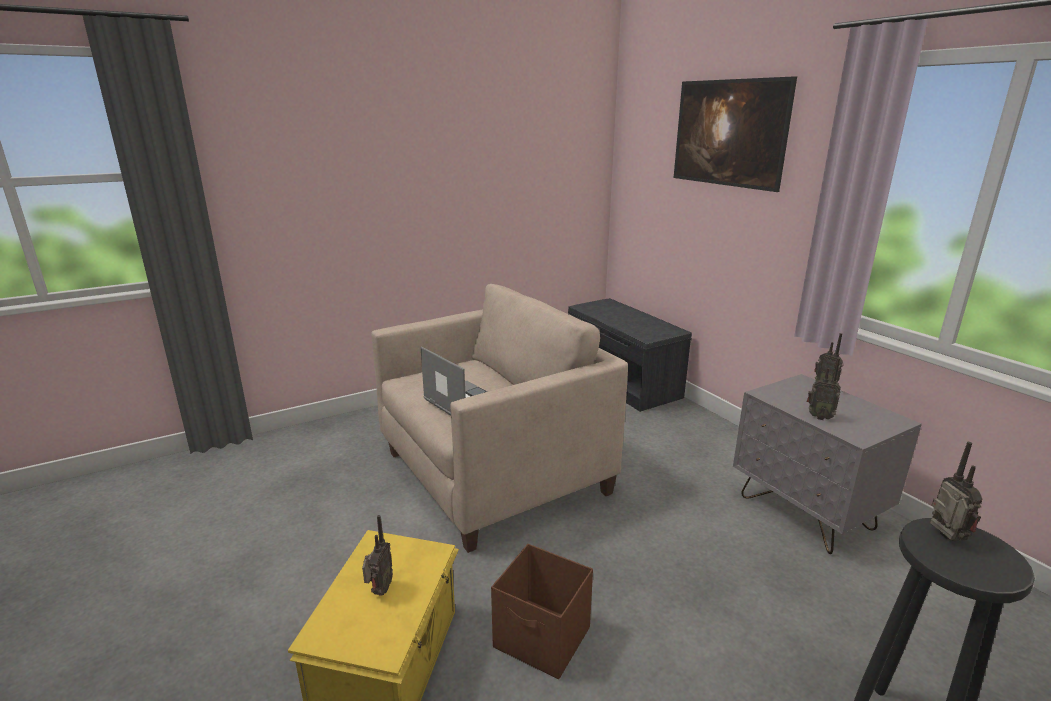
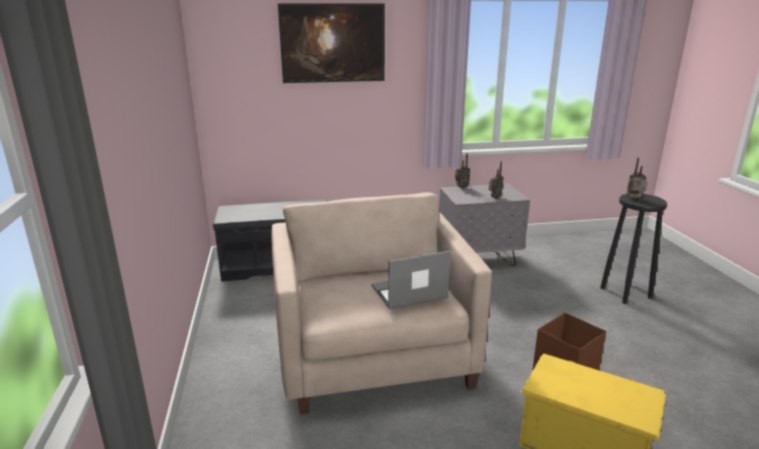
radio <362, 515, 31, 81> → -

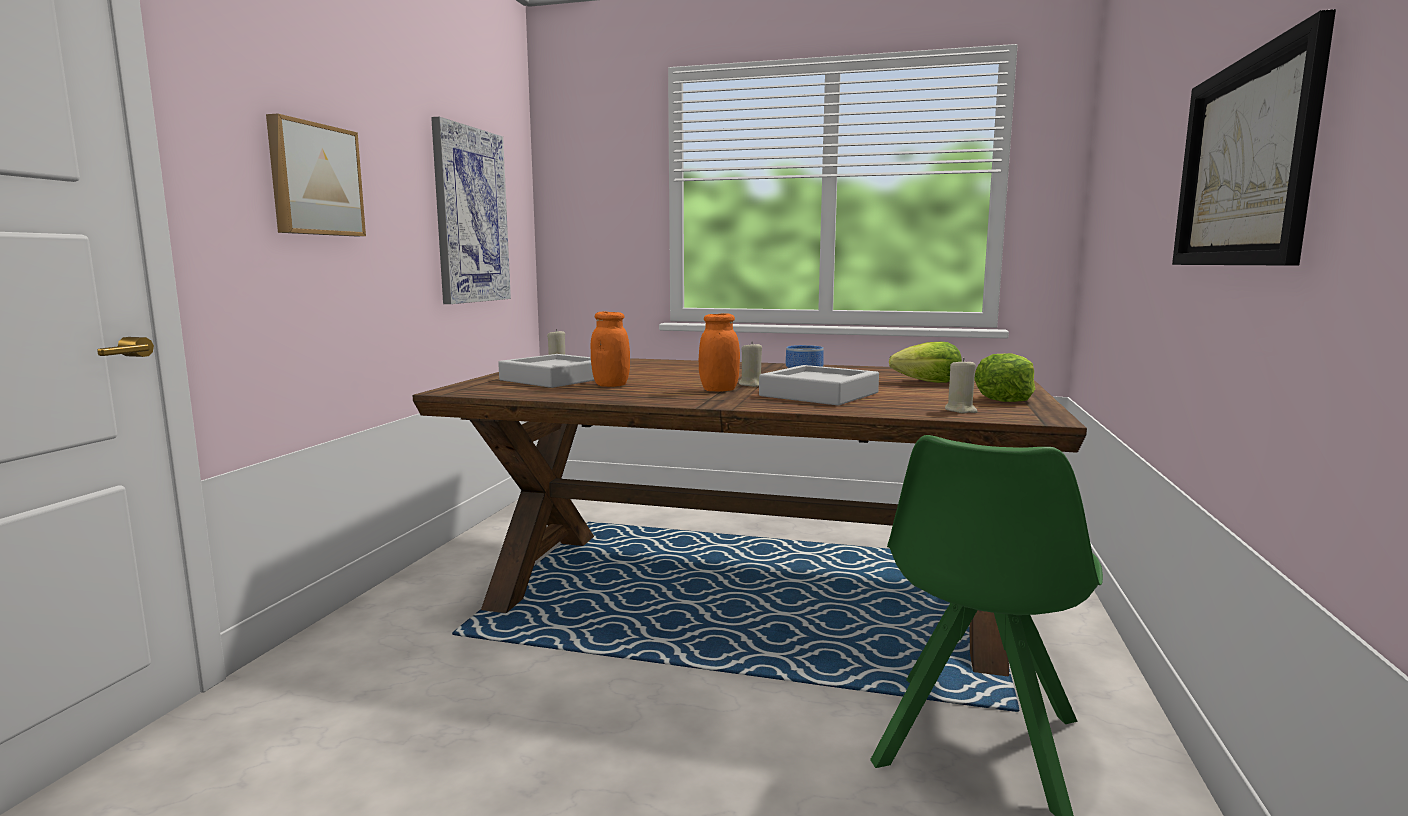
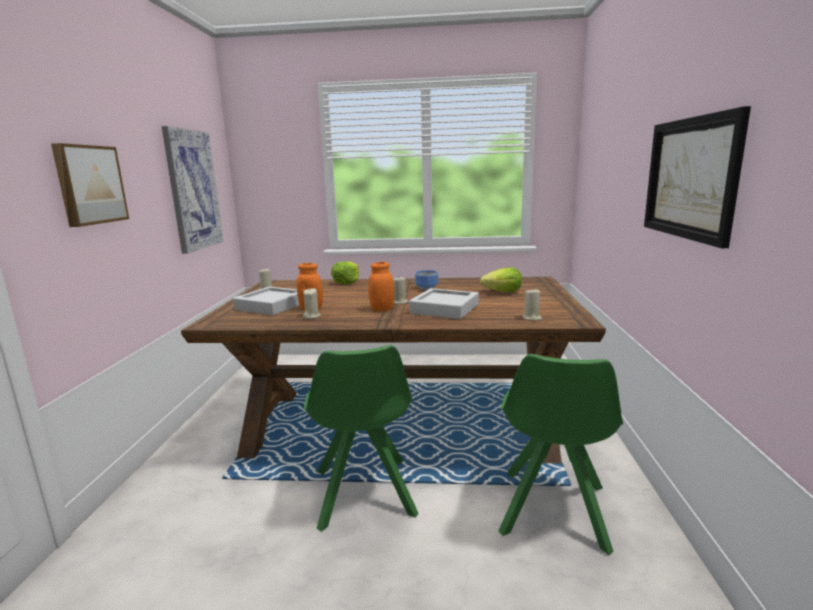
laitue <974, 353, 61, 49> → laitue <331, 261, 28, 23>, moved
- → bougie (beige) <303, 288, 17, 31>
- → chaise (vert) <304, 345, 114, 187>

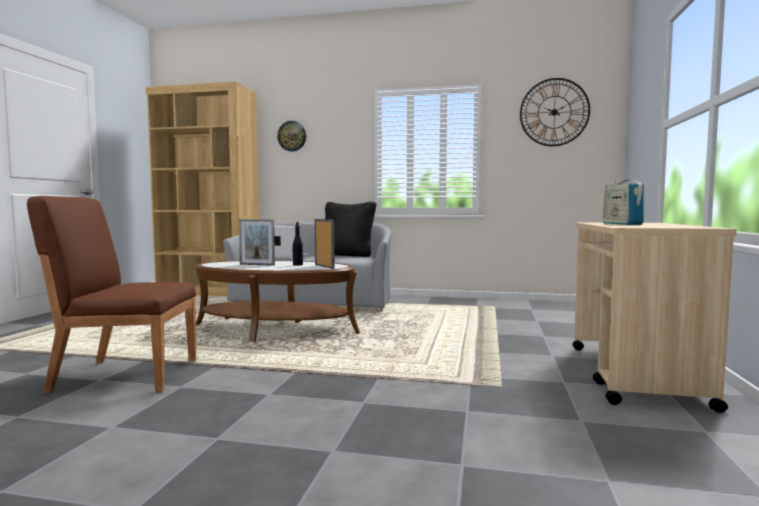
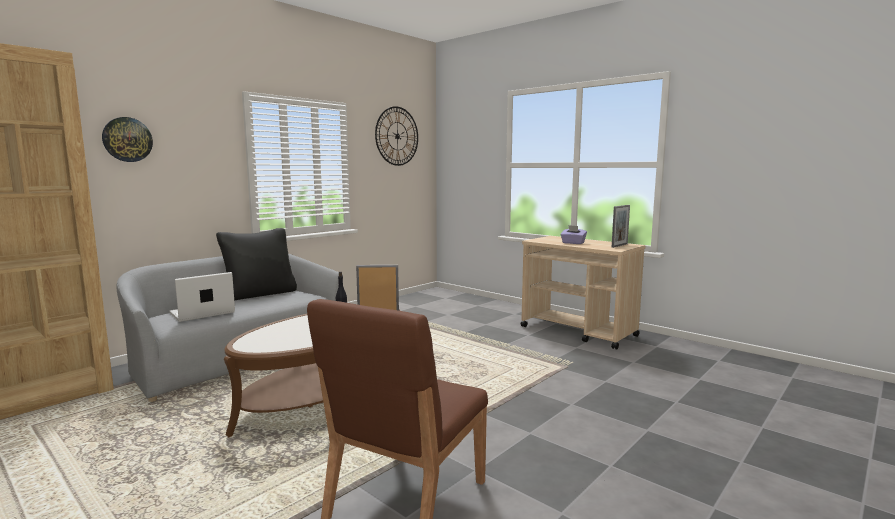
cadre photo <239, 219, 36, 47> → cadre photo <612, 205, 18, 43>, moved
radio <602, 176, 42, 49> → boîte à mouchoirs (violet) <560, 225, 27, 19>

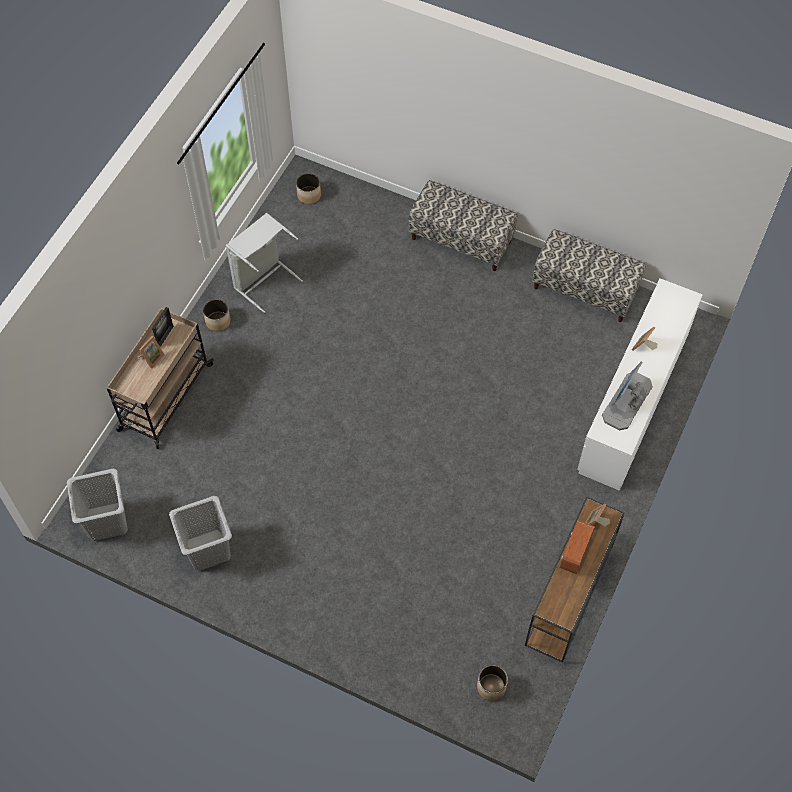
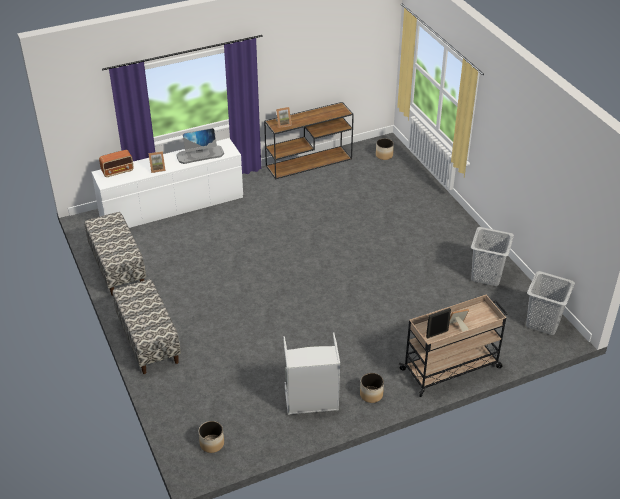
radio <560, 520, 35, 54> → radio <99, 150, 35, 27>, moved

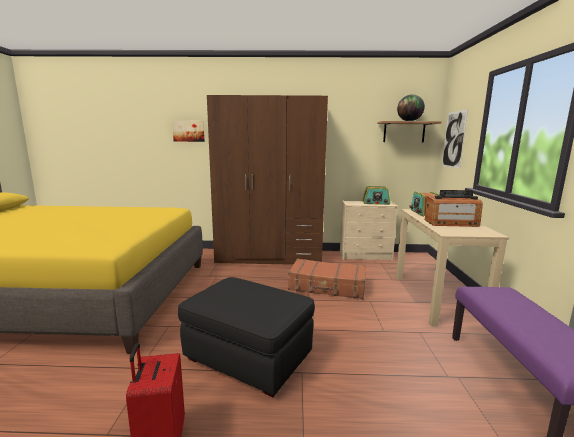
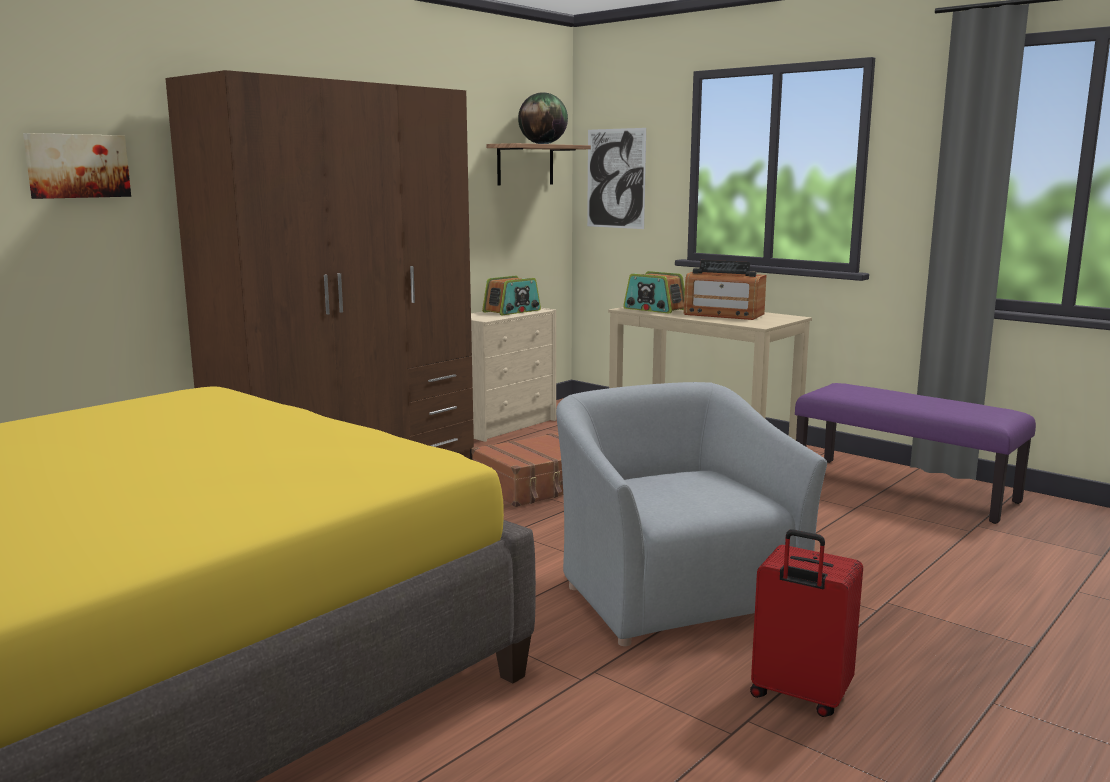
pouf (noir) <178, 277, 137, 120> → fauteuil (gris) <556, 382, 271, 264>
radio <425, 190, 58, 37> → radio <683, 260, 83, 60>, 75 degrees clockwise

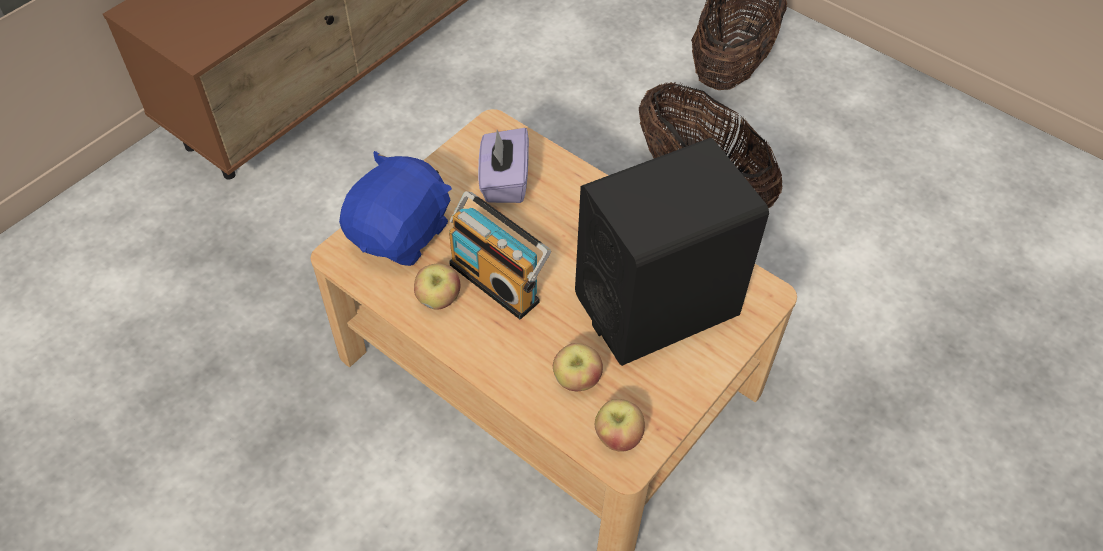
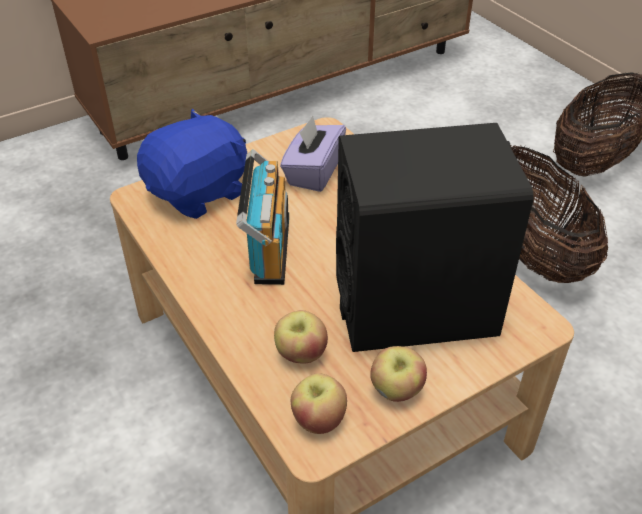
pomme <414, 263, 46, 47> → pomme <370, 346, 57, 56>, moved
radio <449, 191, 102, 128> → radio <236, 149, 53, 136>, 150 degrees counterclockwise

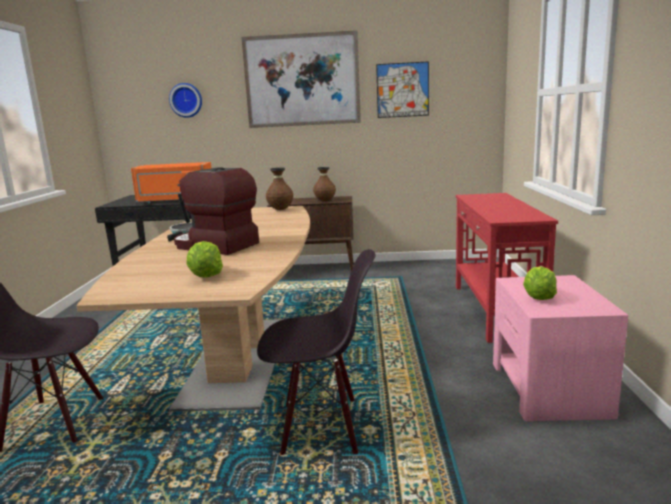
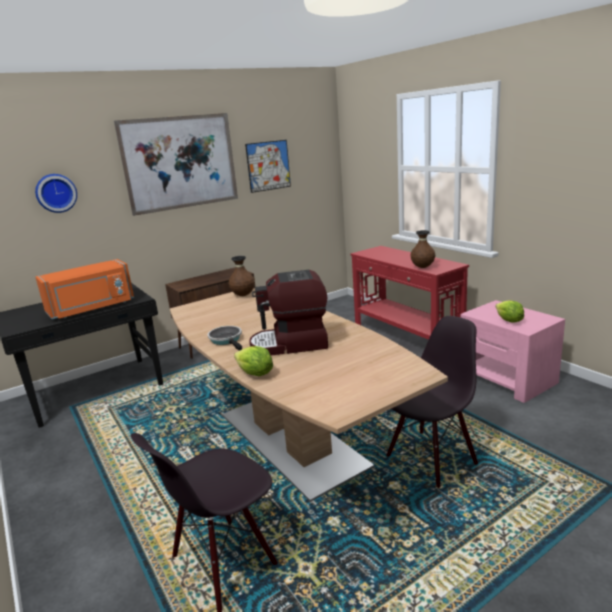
laitue <186, 241, 37, 37> → laitue <234, 346, 39, 30>, moved
vase (marron) <313, 167, 23, 35> → vase (marron) <410, 230, 25, 38>, moved

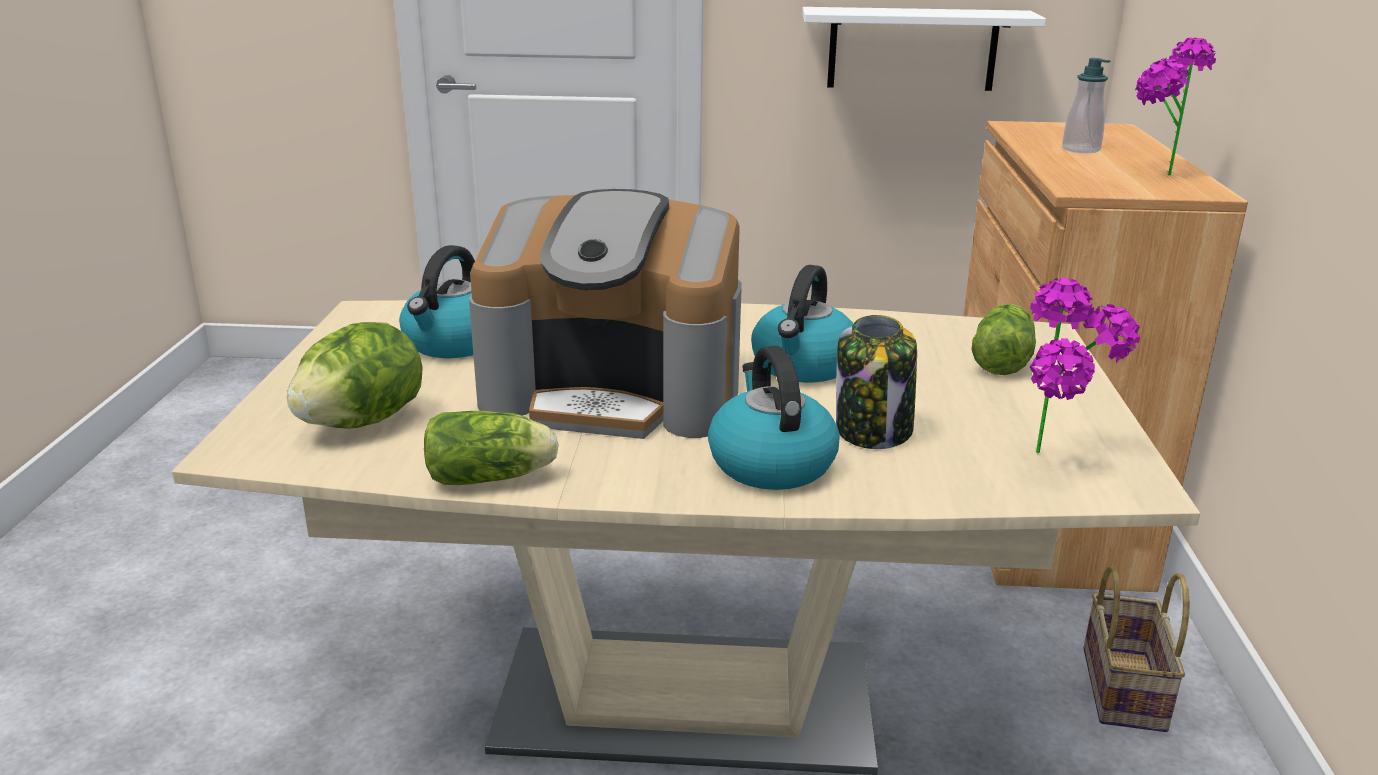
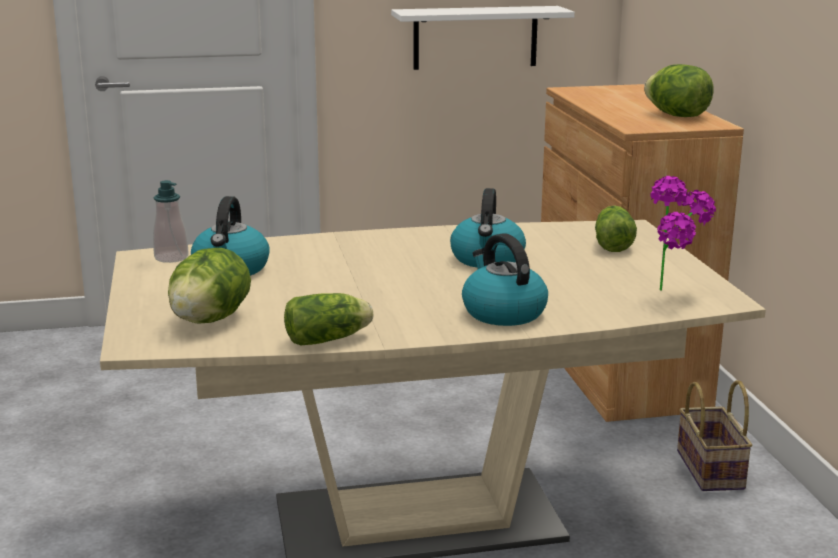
machine à café <469, 189, 273, 250> → -
bocal <836, 315, 81, 134> → -
distributeur de savon <1062, 58, 49, 95> → distributeur de savon <153, 180, 36, 83>, moved
plante en pot <1135, 38, 81, 137> → laitue <644, 64, 70, 53>

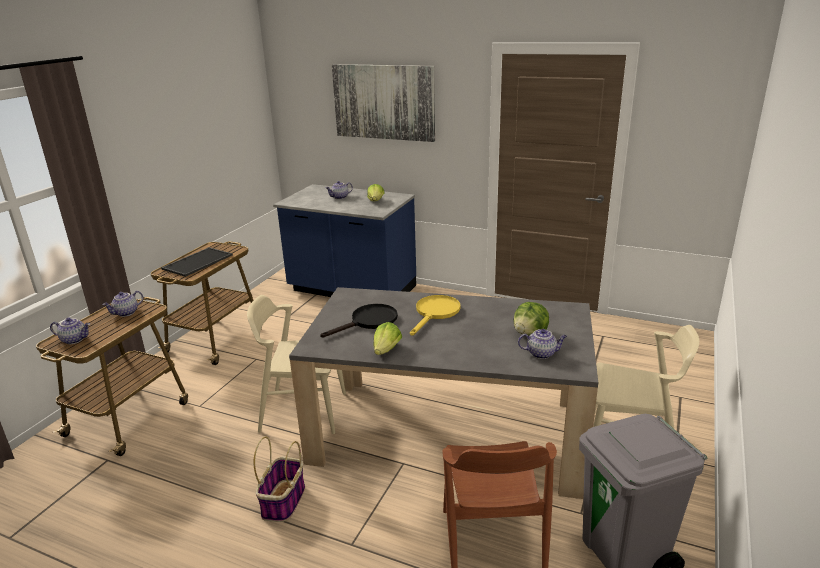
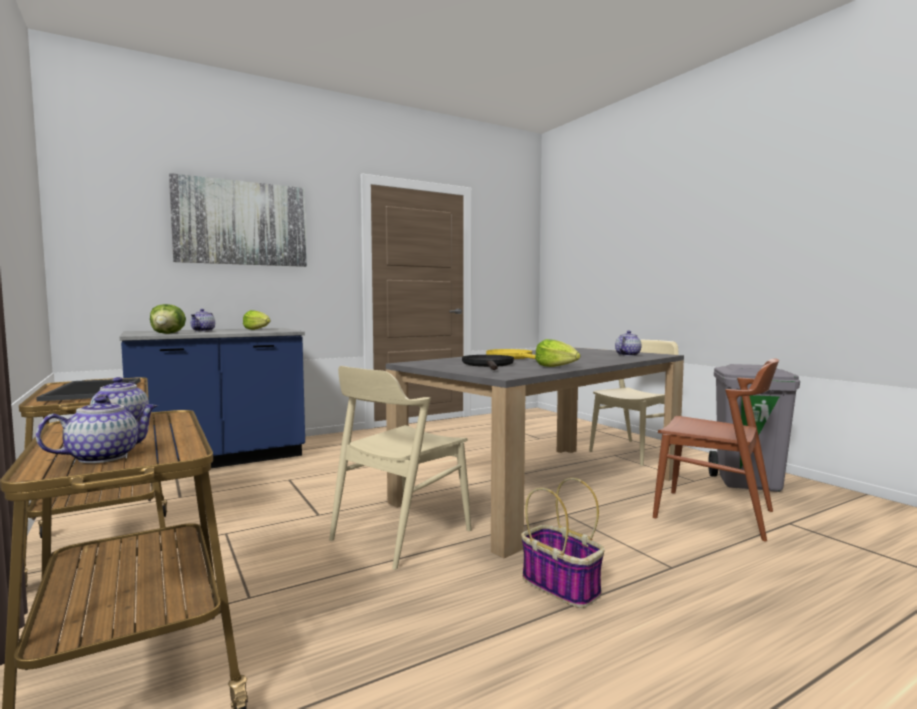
laitue <514, 302, 35, 34> → laitue <150, 304, 36, 30>, moved

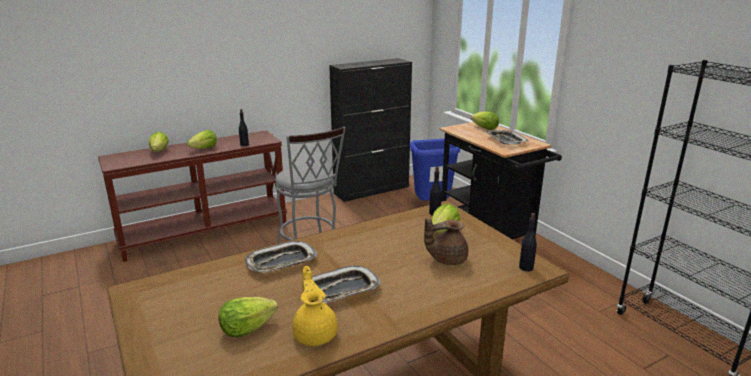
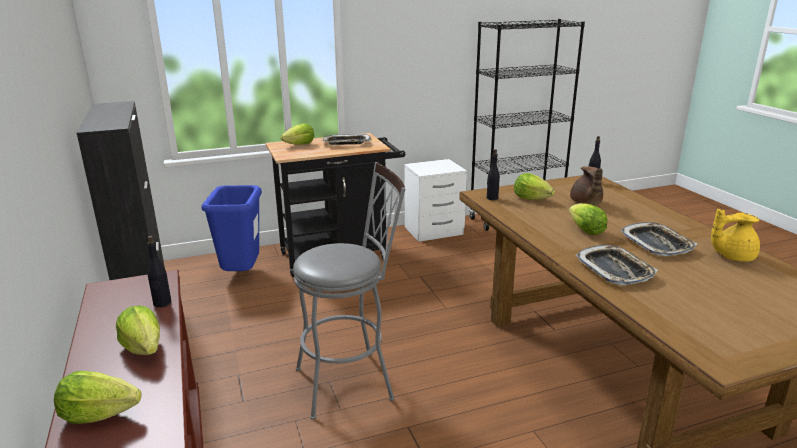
laitue <218, 297, 60, 41> → laitue <569, 203, 39, 32>, moved
- → table de chevet (blanc) <404, 159, 63, 83>

